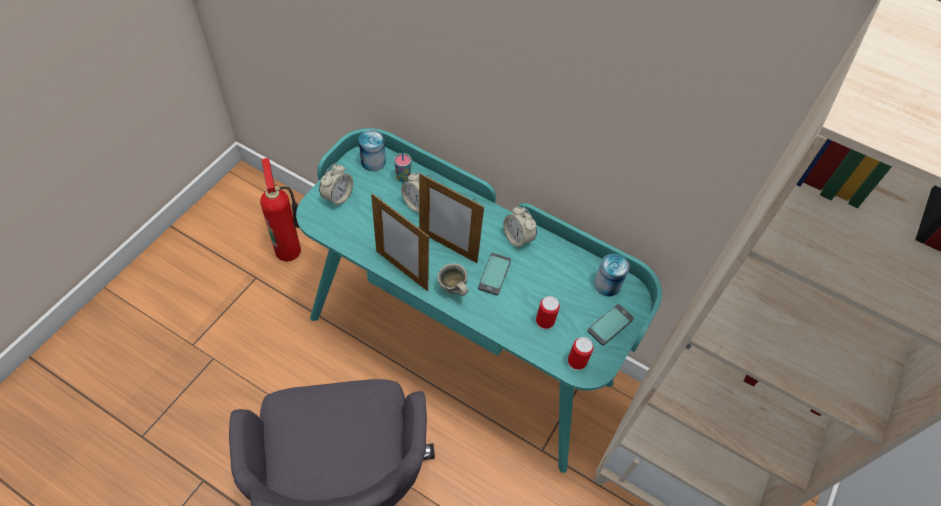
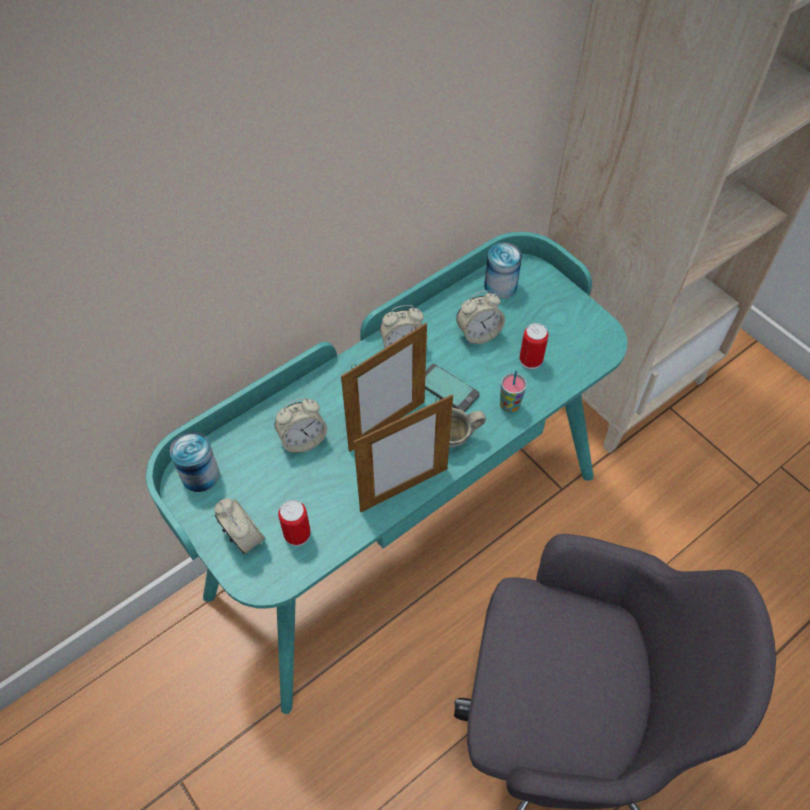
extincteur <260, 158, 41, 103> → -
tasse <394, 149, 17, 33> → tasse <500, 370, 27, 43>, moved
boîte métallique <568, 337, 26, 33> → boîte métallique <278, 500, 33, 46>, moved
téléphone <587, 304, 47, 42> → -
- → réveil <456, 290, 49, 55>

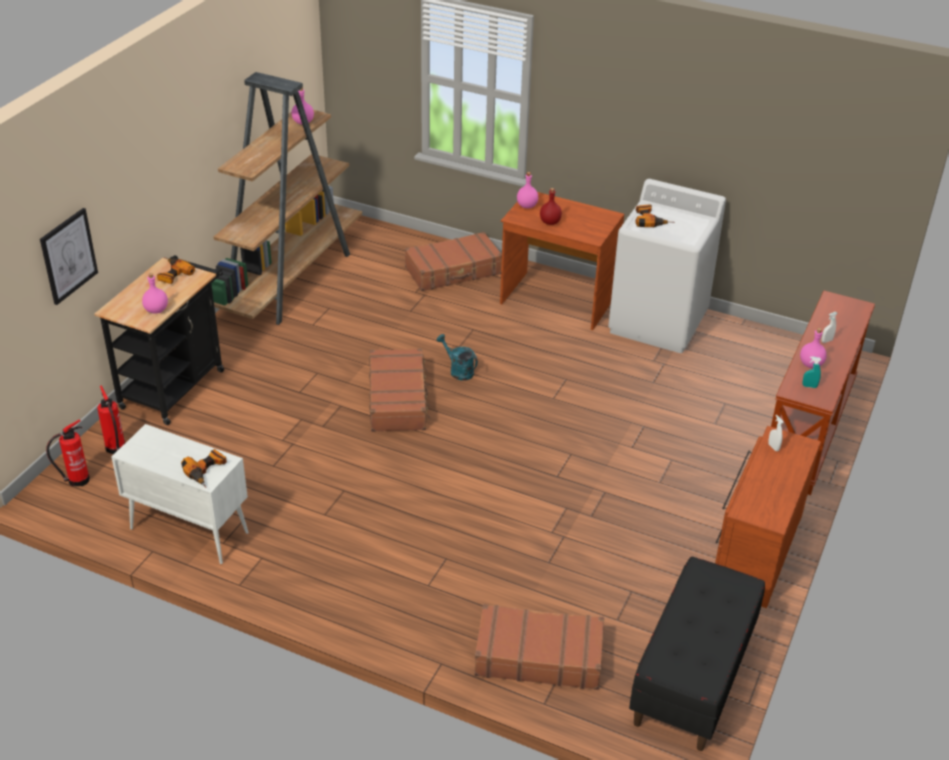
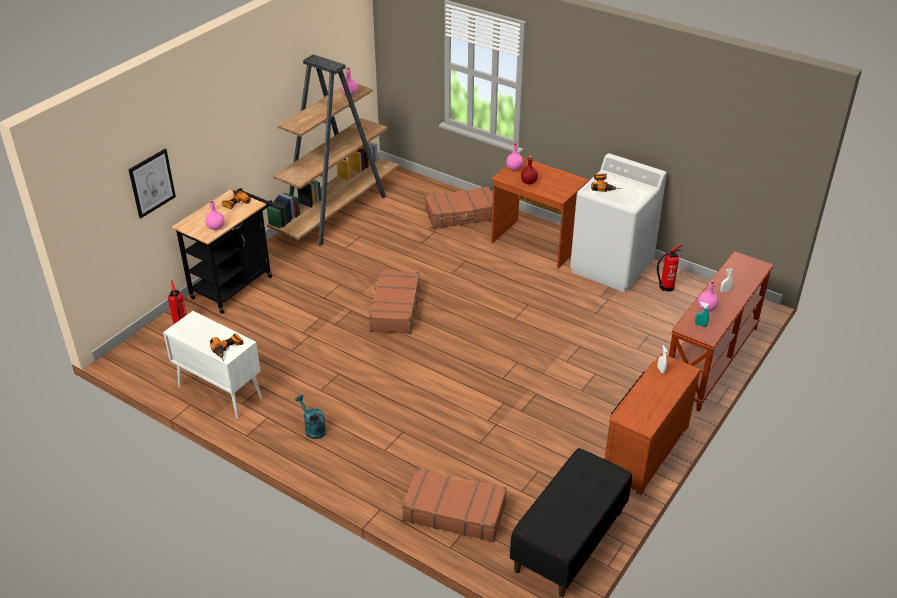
extincteur <46, 420, 44, 66> → extincteur <657, 245, 25, 47>, moved
arrosoir (turquoise) <436, 334, 42, 47> → arrosoir (turquoise) <295, 395, 31, 44>, moved

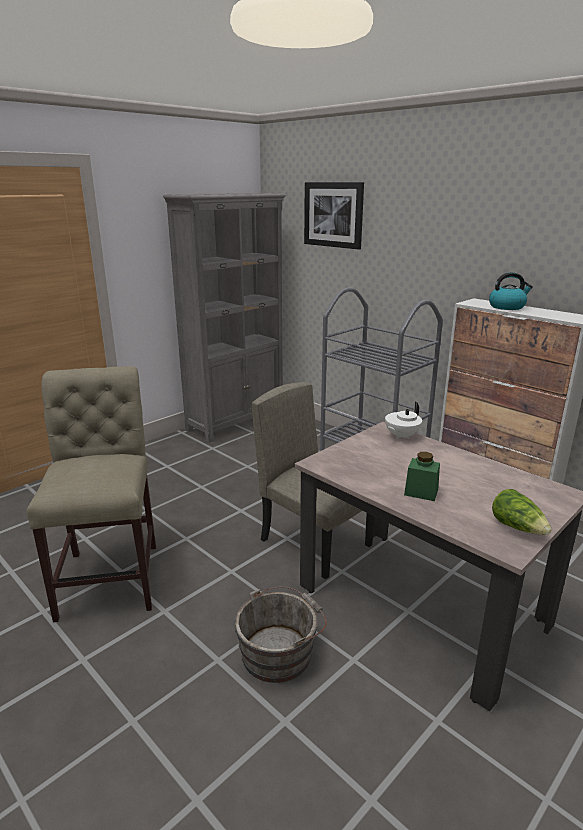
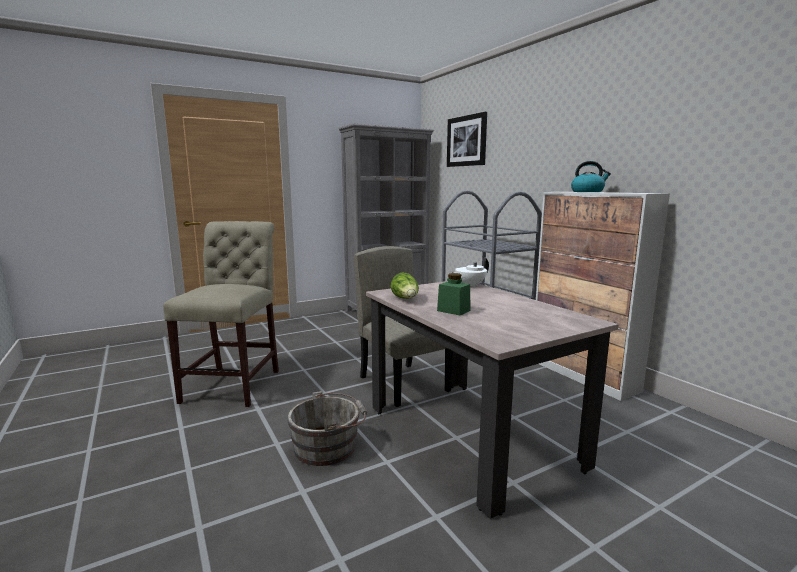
laitue <492, 489, 60, 46> → laitue <391, 273, 28, 26>, moved

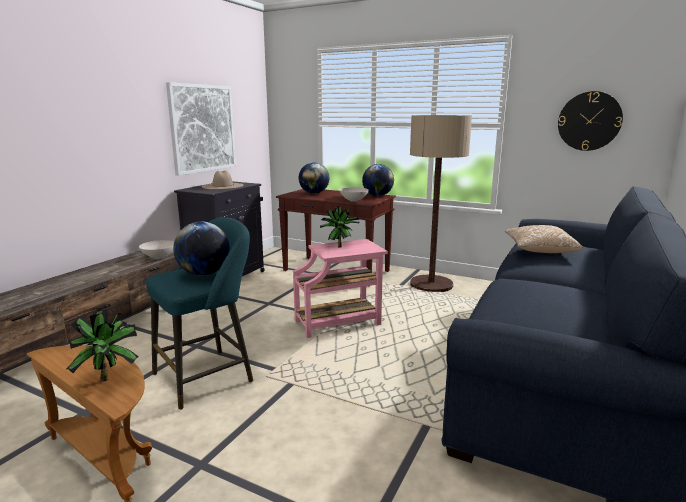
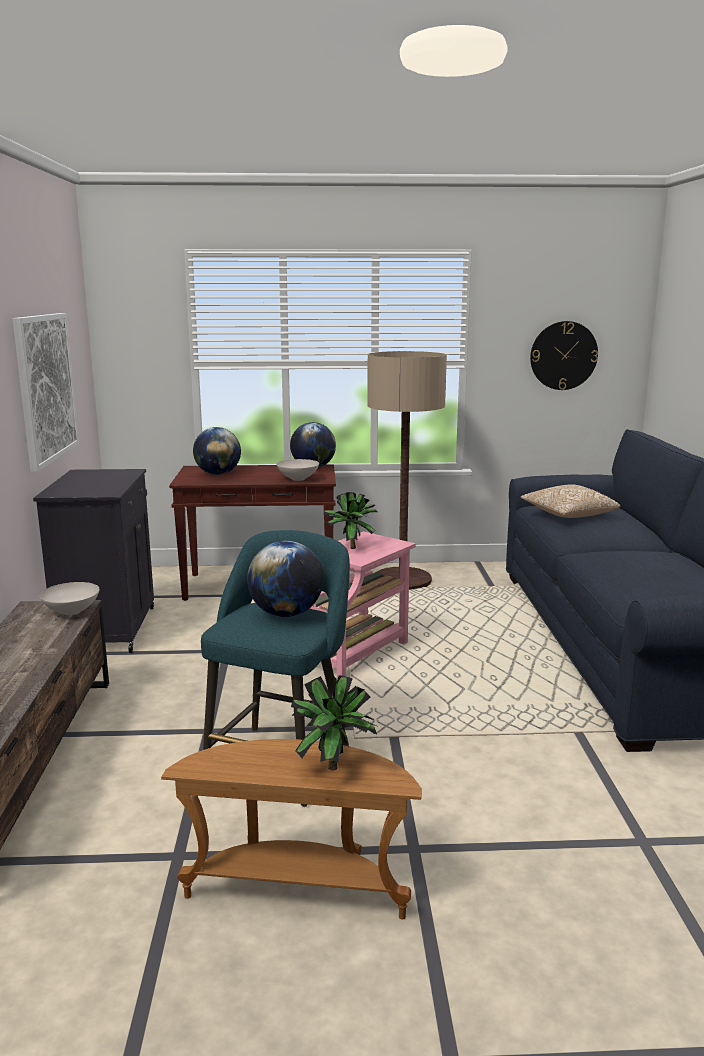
chapeau (beige) <202, 170, 42, 19> → -

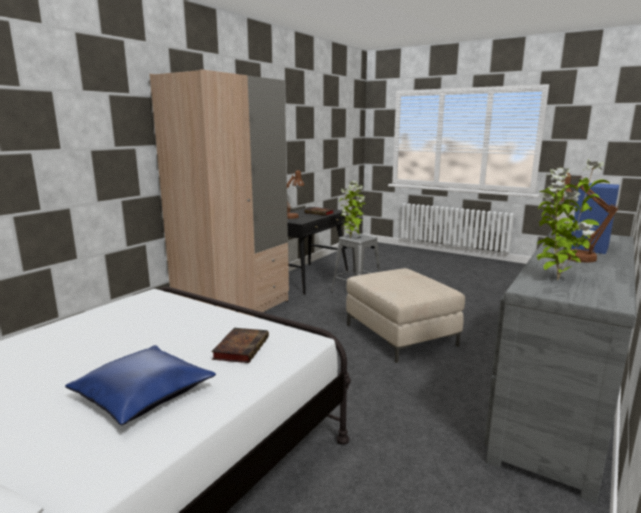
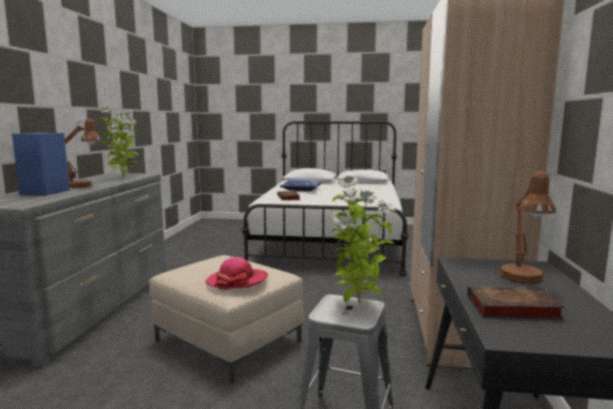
- → chapeau <205, 257, 63, 33>

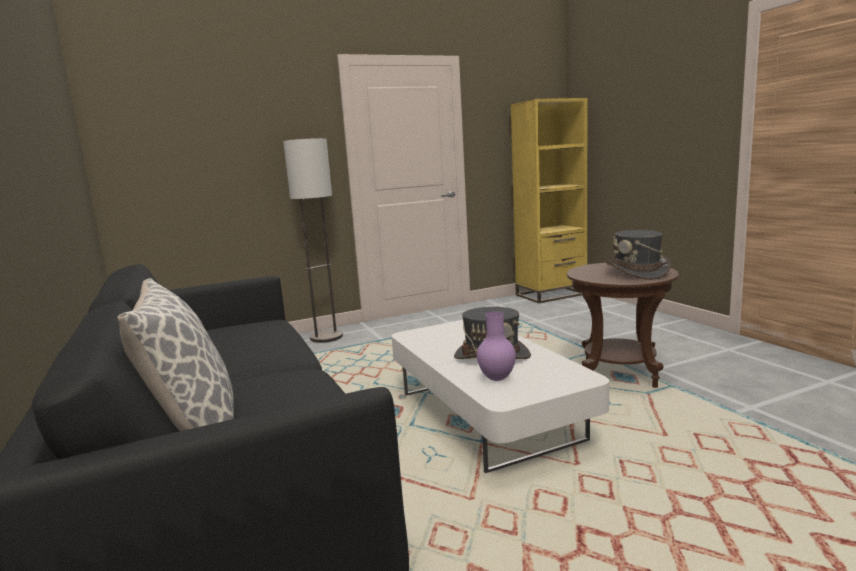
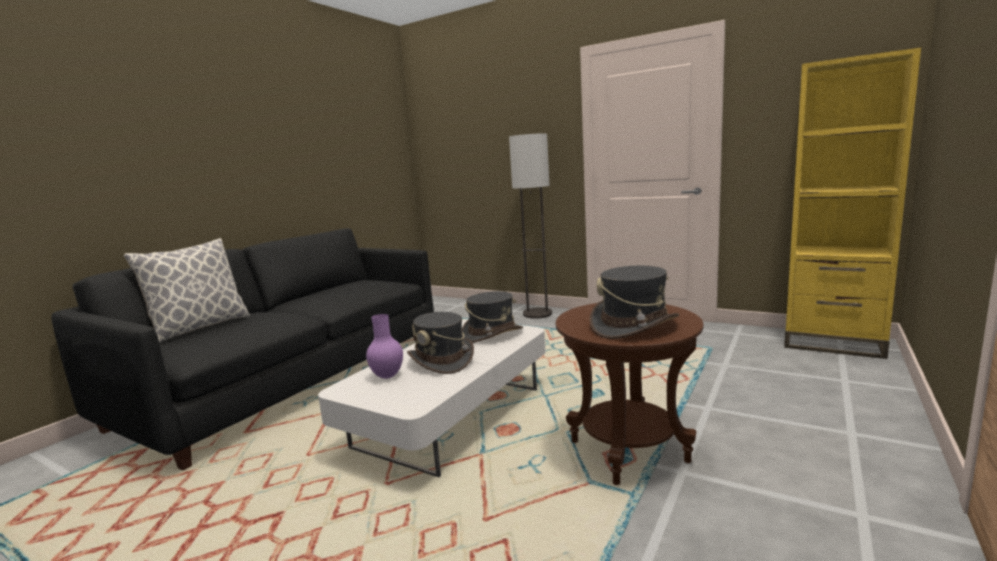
- → chapeau (gris) <462, 291, 61, 52>

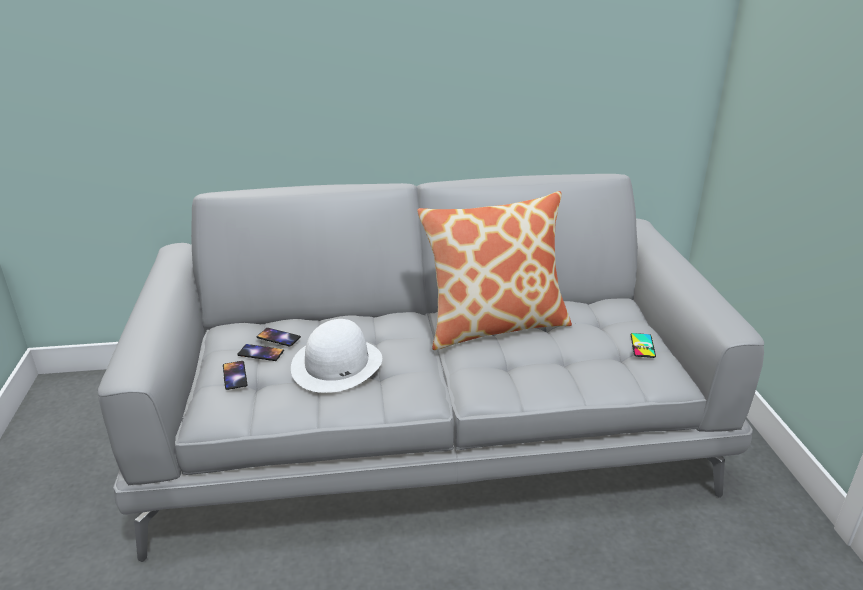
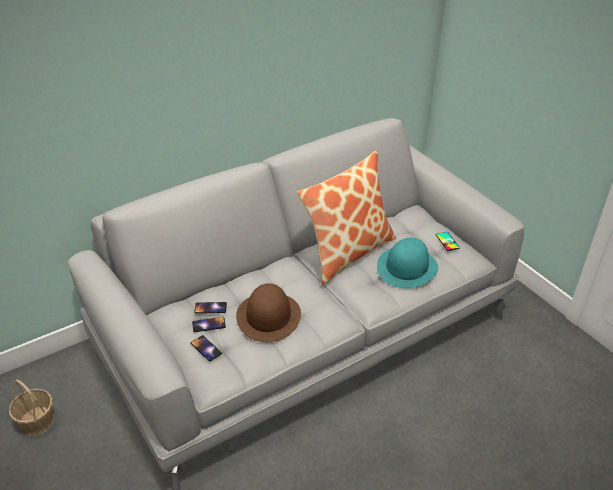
chapeau (blanc) <291, 319, 91, 74> → chapeau (marron) <236, 283, 65, 59>
- → panier <9, 379, 46, 57>
- → chapeau (turquoise) <377, 237, 61, 52>

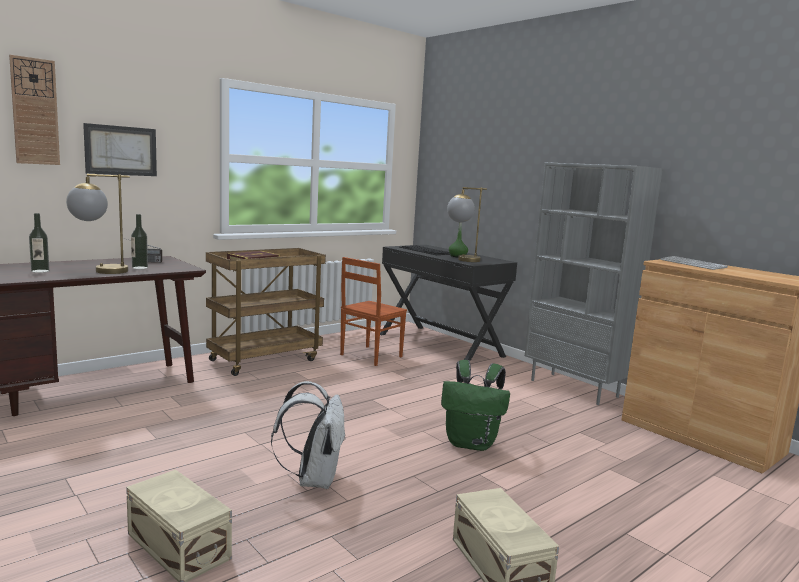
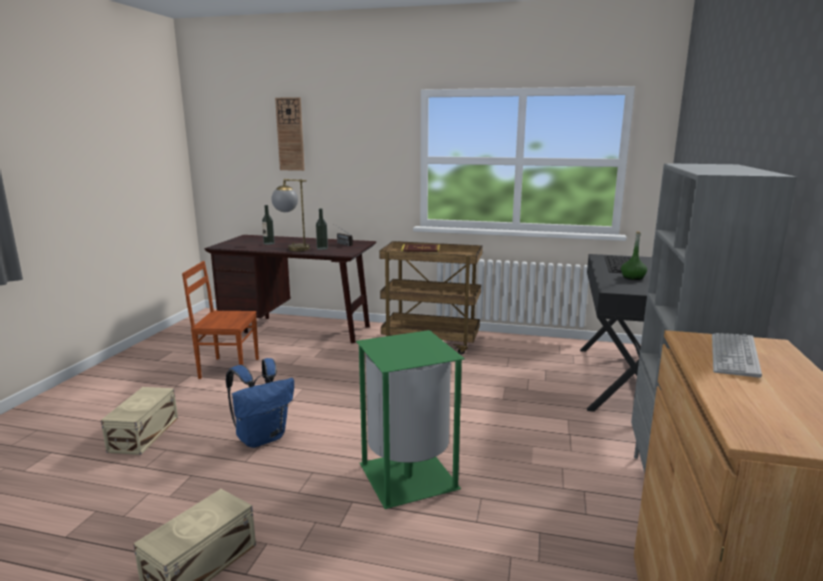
tableau <83, 123, 74, 53> → -
sac à dos (blanc) <271, 381, 74, 108> → sac à dos (bleu) <226, 358, 68, 90>
chaise (marron) <340, 257, 67, 109> → chaise (marron) <182, 261, 77, 118>, moved
sac à dos (vert) <441, 360, 69, 91> → poubelle (vert) <356, 330, 109, 179>
lampe de table <447, 187, 40, 75> → -

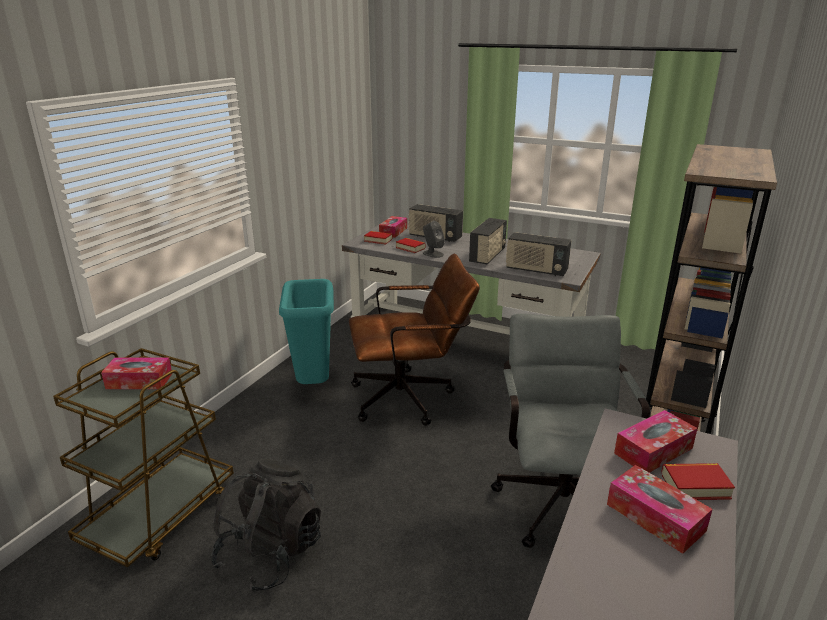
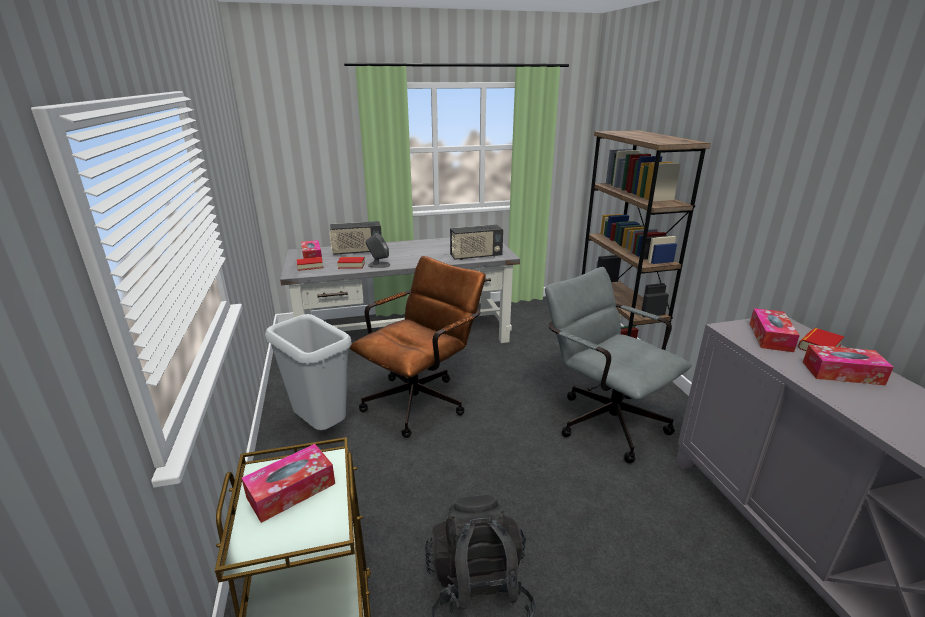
poubelle (turquoise) <279, 279, 55, 105> → poubelle (gris) <265, 314, 87, 116>
radio <469, 218, 38, 46> → -

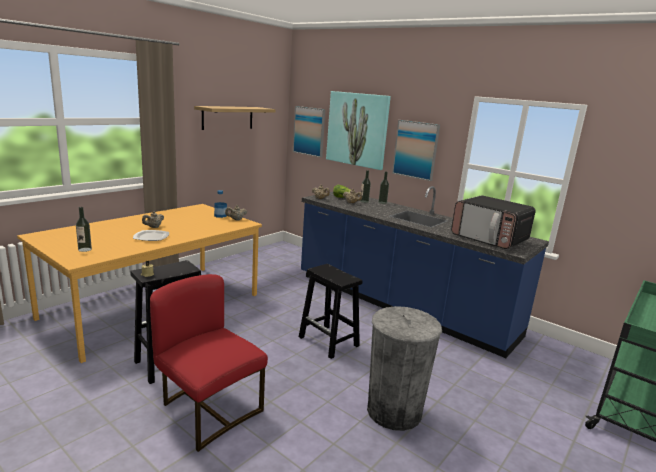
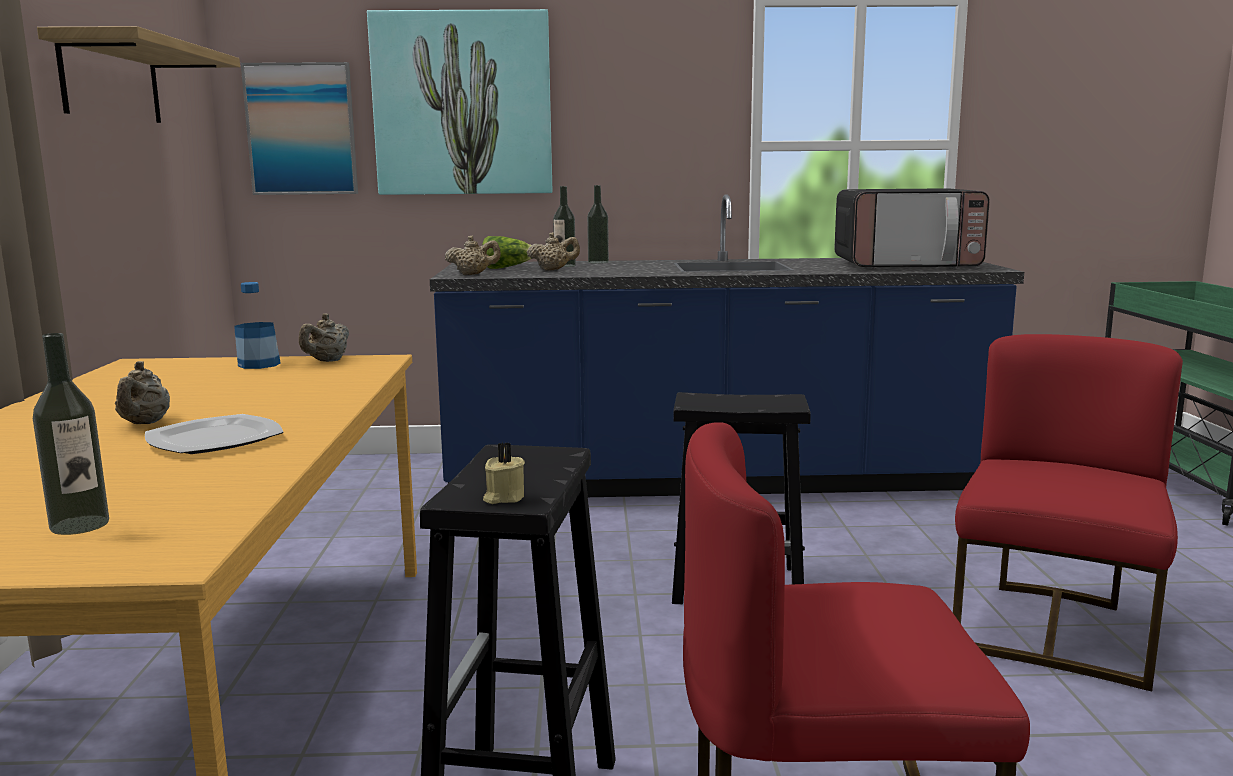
poubelle (gris) <367, 306, 75, 125> → chaise (rouge) <953, 334, 230, 357>
tableau <392, 120, 48, 61> → -

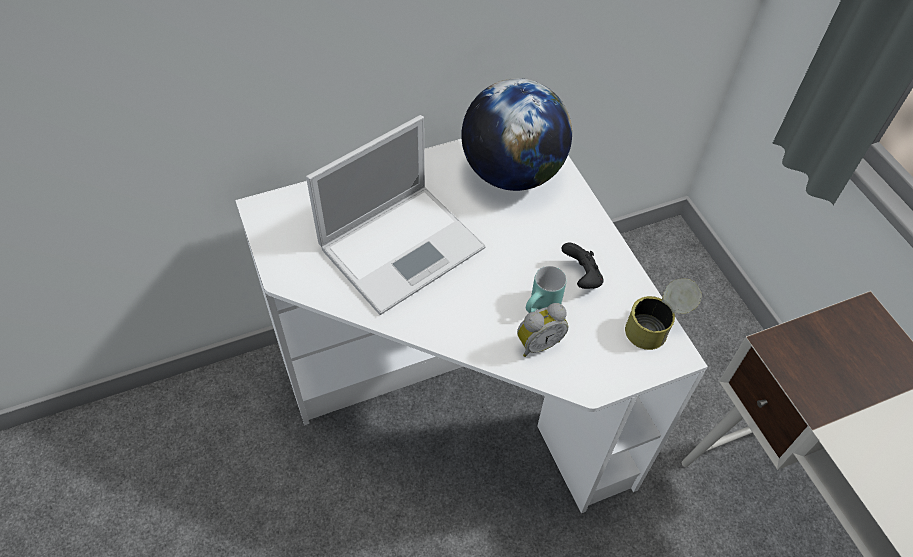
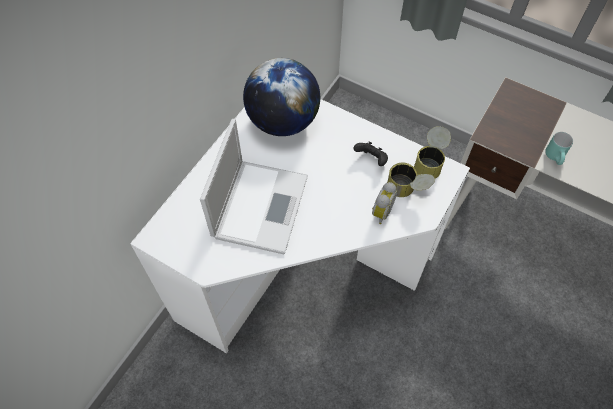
mug (turquoise) <526, 266, 40, 47> → mug (turquoise) <545, 132, 28, 33>, moved
- → boîte métallique <387, 162, 48, 35>

